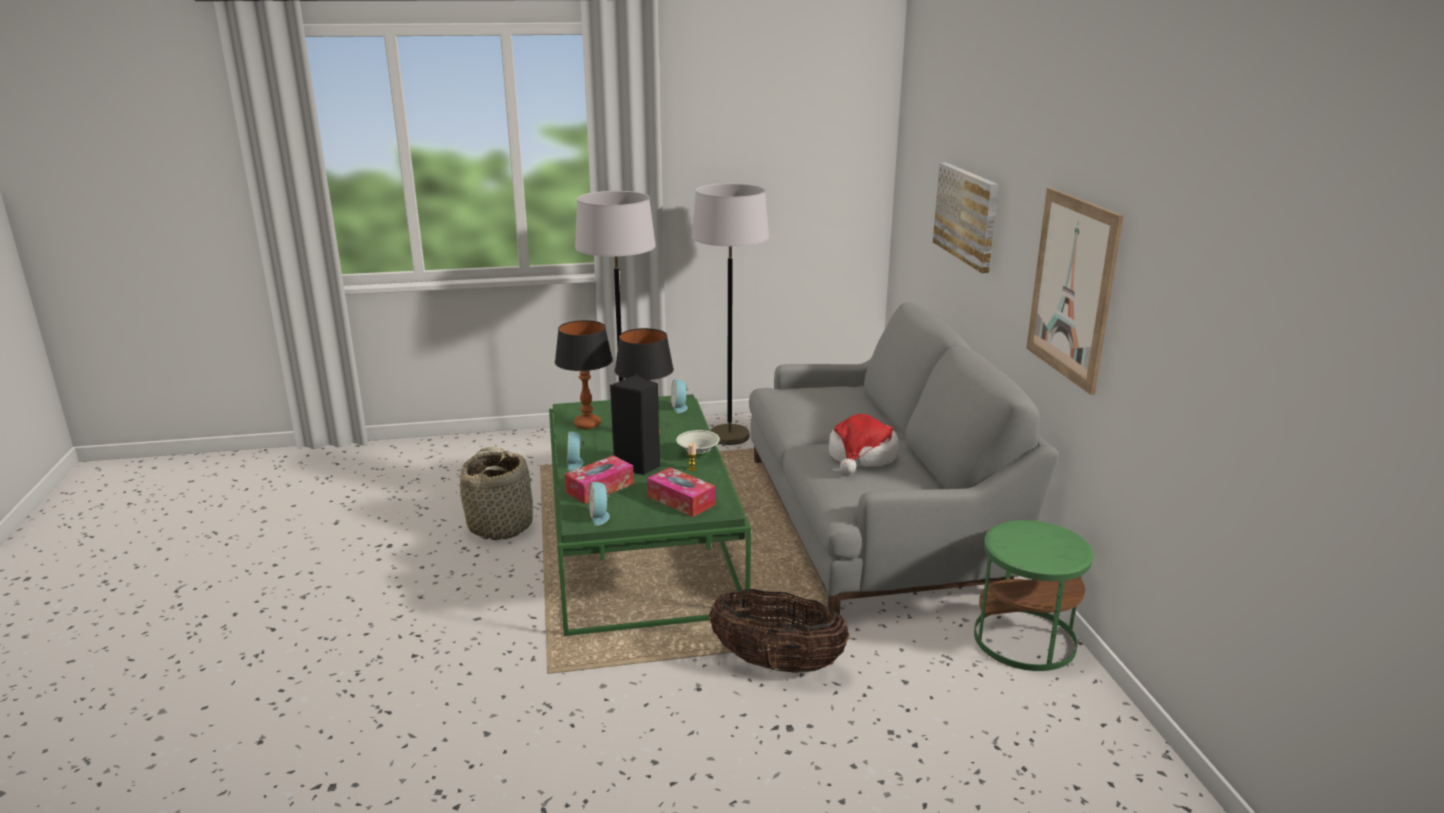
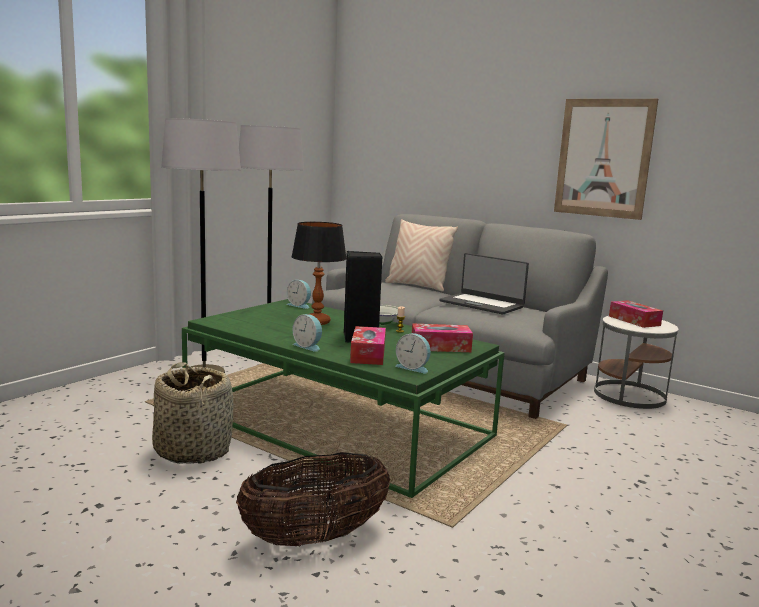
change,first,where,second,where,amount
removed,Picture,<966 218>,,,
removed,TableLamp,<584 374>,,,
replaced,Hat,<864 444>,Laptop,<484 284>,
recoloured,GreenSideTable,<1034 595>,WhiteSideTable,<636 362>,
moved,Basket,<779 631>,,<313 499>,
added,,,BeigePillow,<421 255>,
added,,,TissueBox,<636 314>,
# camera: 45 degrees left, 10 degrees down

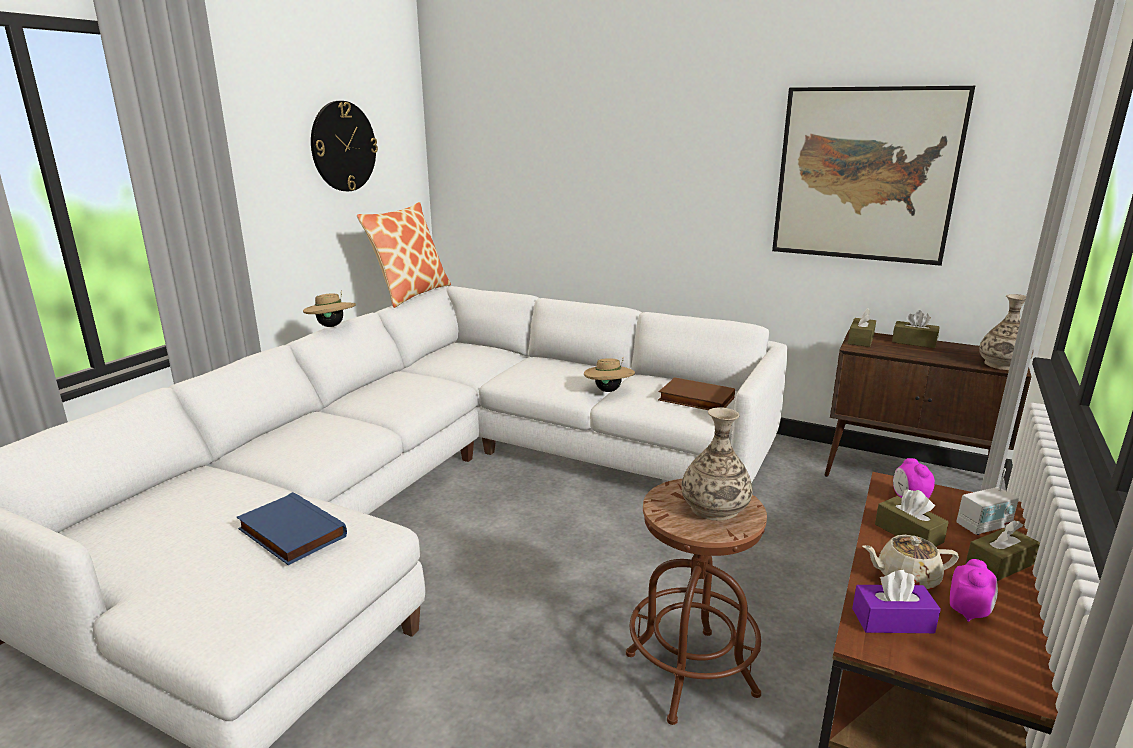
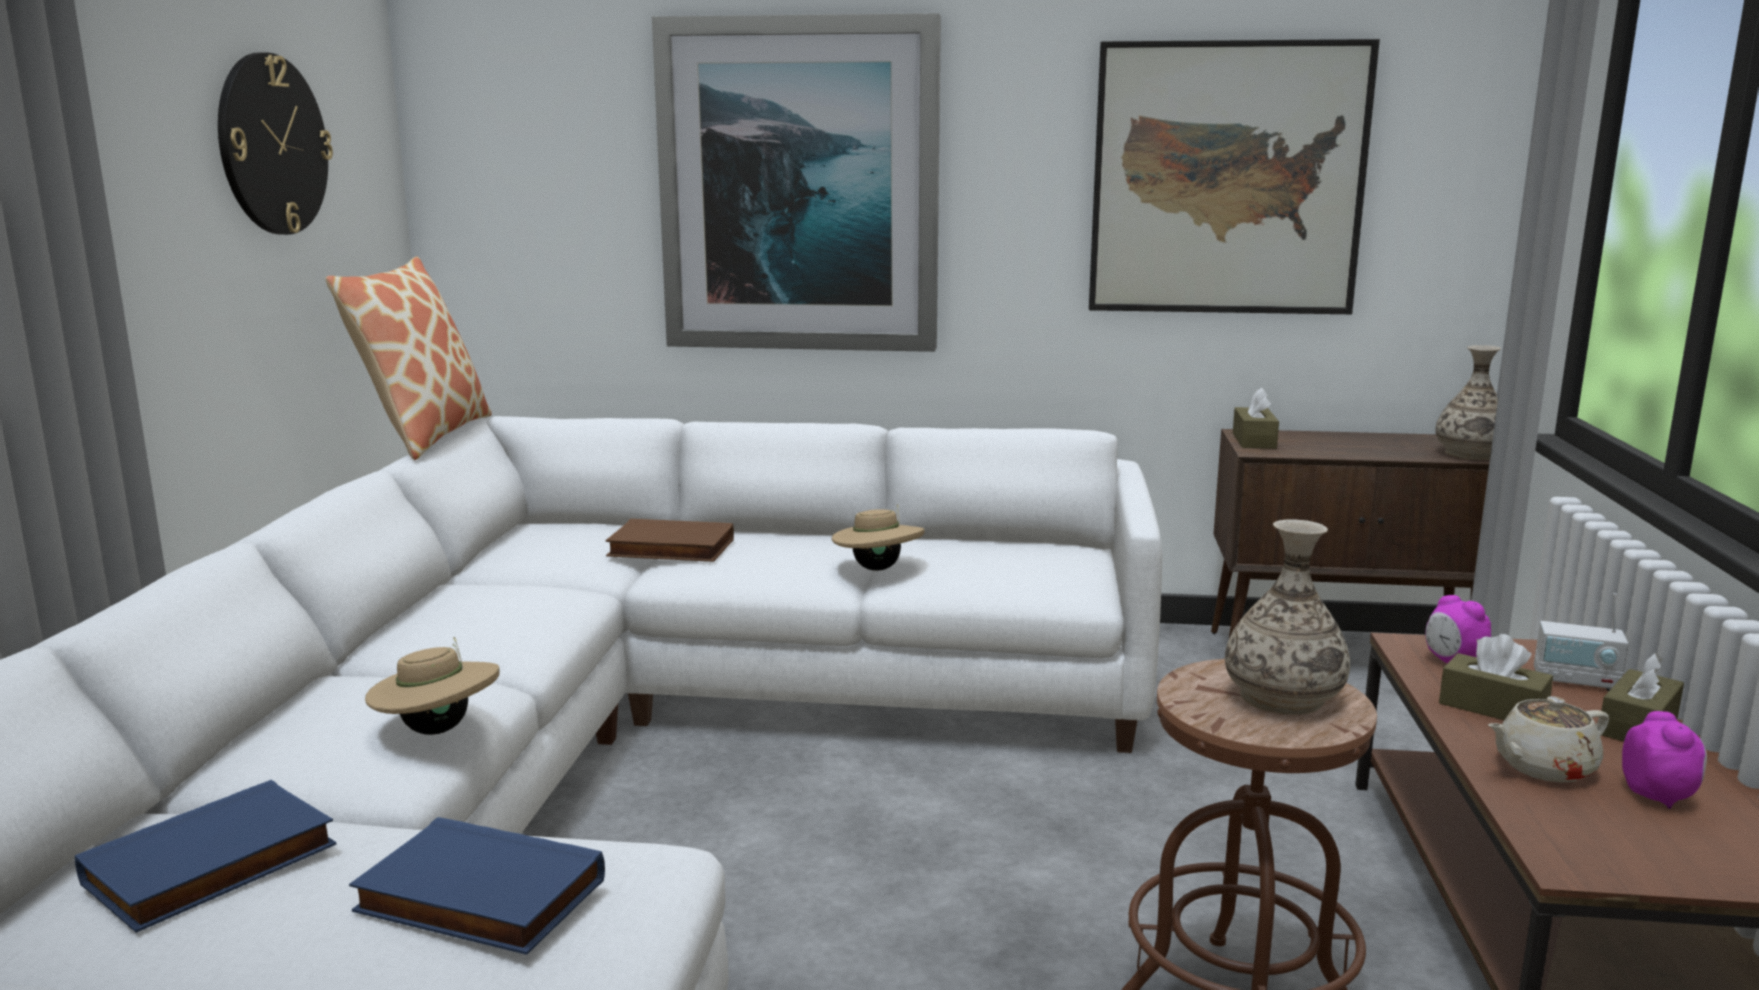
change,first,where,second,where,amount
moved,BeigeHat,<329 309>,,<432 686>,
removed,BrownTissueBox,<915 329>,,,
moved,BrownBook,<696 393>,,<669 540>,
turned,Radio,<987 501>,,<1581 642>,60 degrees clockwise
removed,PurpleTissueBox,<896 601>,,,
added,,,Picture,<796 182>,
added,,,BlueBook,<205 856>,
# camera: 20 degrees left, 5 degrees down

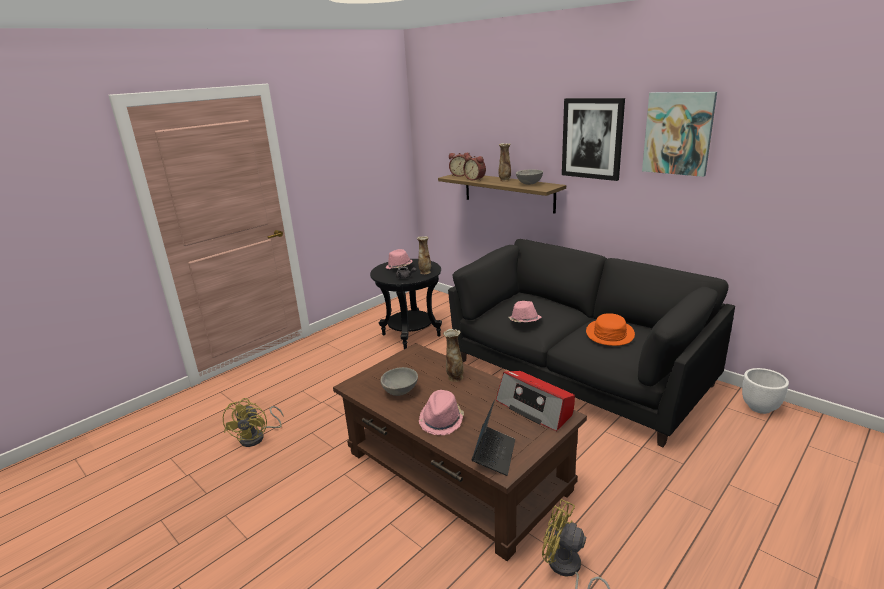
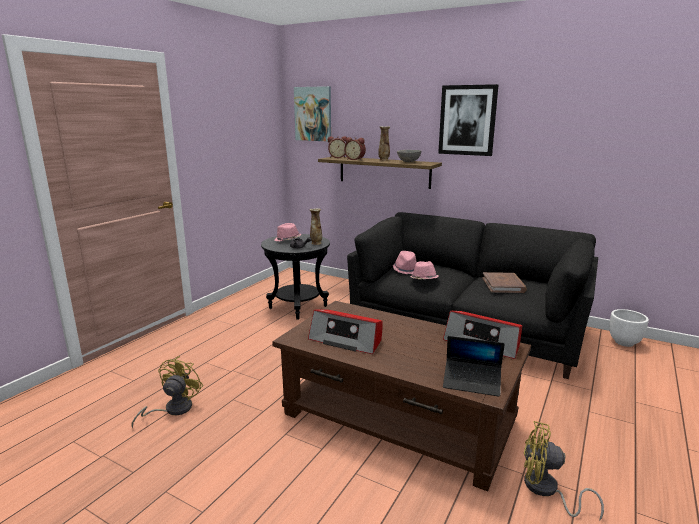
change,first,where,second,where,amount
moved,Picture,<679 134>,,<312 114>,
replaced,OrangeHat,<610 329>,BrownBook,<504 282>,
removed,Vase,<453 355>,,,
replaced,GreyBowl,<399 381>,Radio,<345 331>,
moved,PinkHat,<441 412>,,<405 262>,
turned,YellowFan,<253 422>,,<167 392>,150 degrees counterclockwise
turned,Laptop,<493 438>,,<474 366>,105 degrees clockwise
# camera: 15 degrees left, 5 degrees down

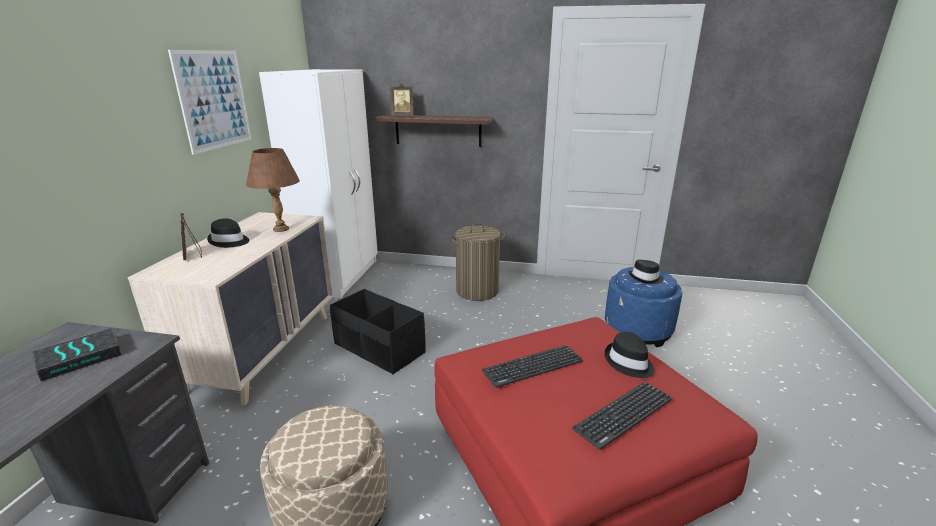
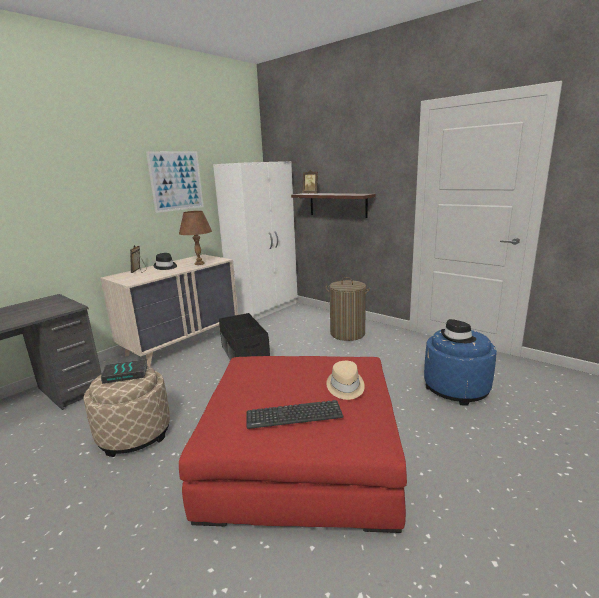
change,first,where,second,where,amount
moved,Book,<77 355>,,<124 371>,
recoloured,BlackHat,<629 355>,BeigeHat,<345 380>,
removed,Keyboard,<532 366>,,,
# camera: 30 degrees right, 5 degrees down

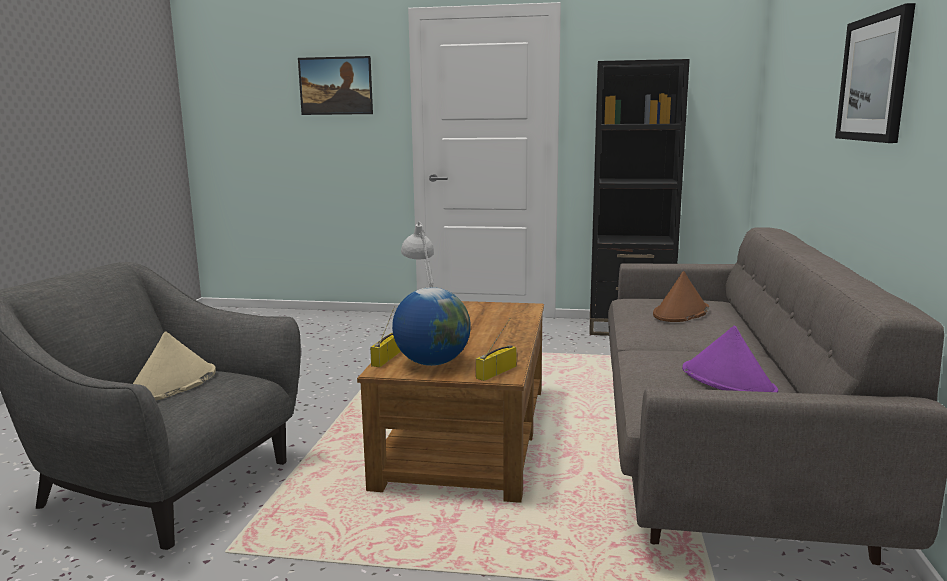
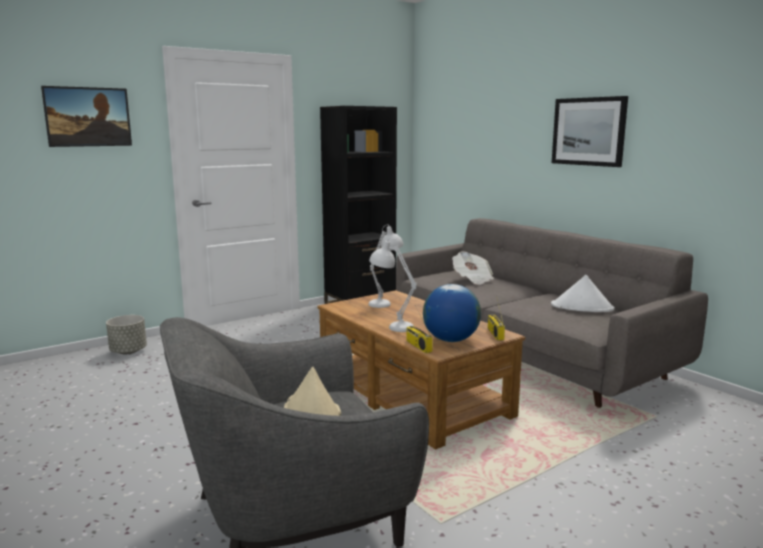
change,first,where,second,where,amount
replaced,BrownHat,<681 296>,Newspaper,<473 268>,
recoloured,PurpleHat,<730 359>,WhiteHat,<583 293>,
added,,,WhiteTableLamp,<386 266>,
added,,,GreyPlanter,<126 334>,
# camera: 45 degrees left, 0 degrees up

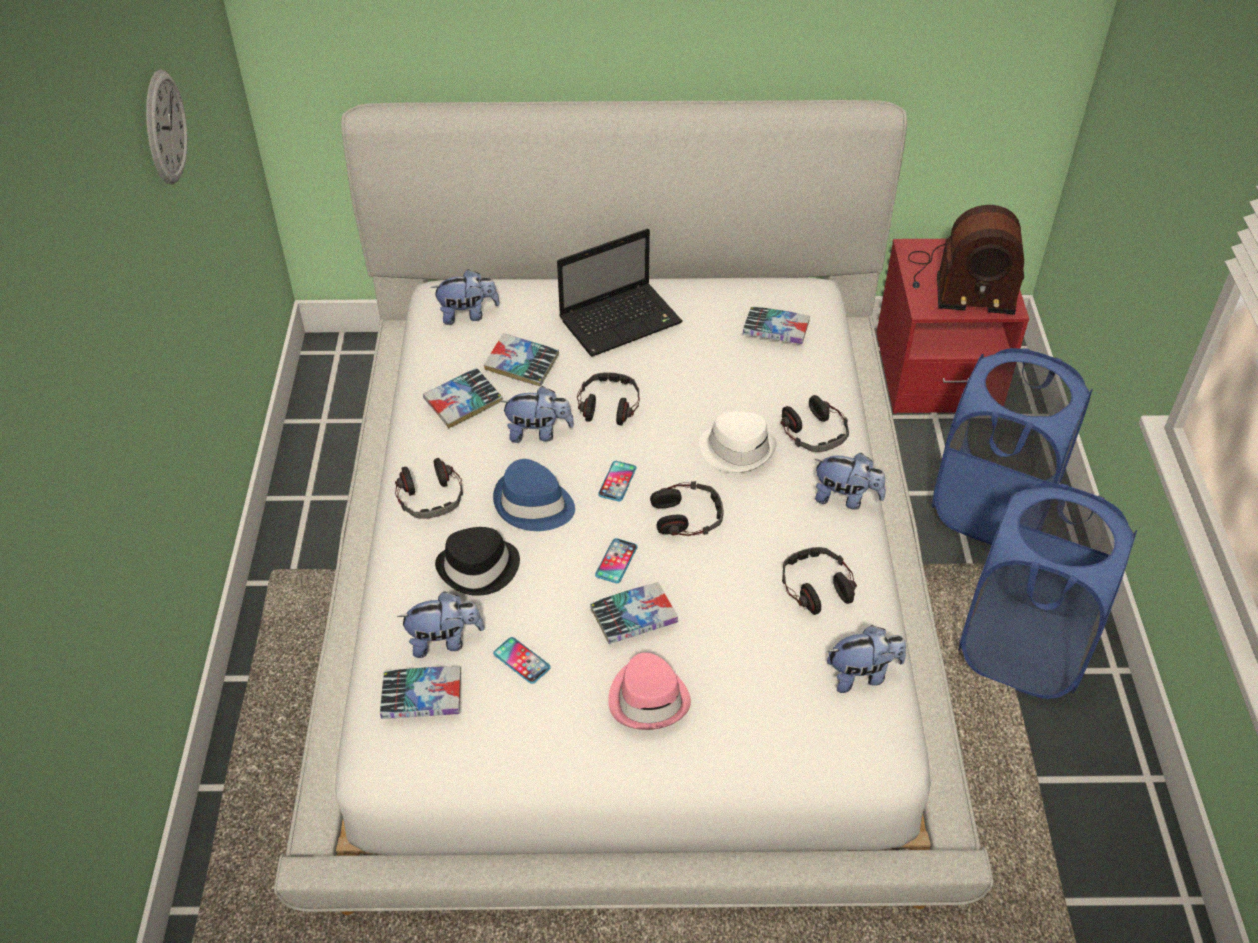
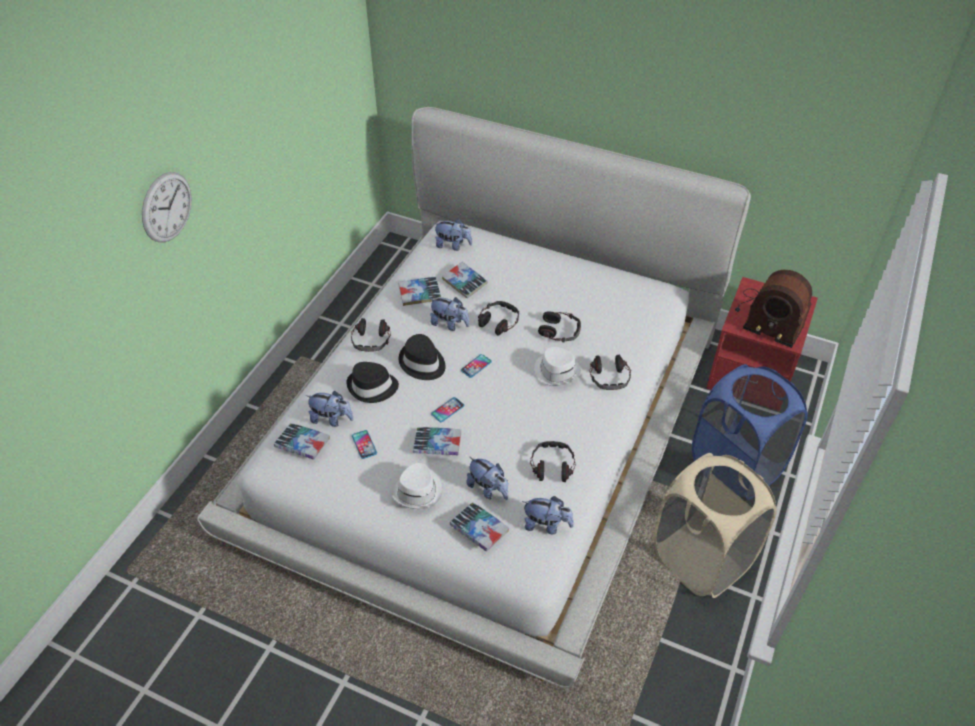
change,first,where,second,where,amount
moved,WallClock,<166 127>,,<167 207>,
removed,Laptop,<620 292>,,,
moved,Book,<776 325>,,<479 527>,
moved,PlushToy,<850 481>,,<487 478>,
recoloured,BlueHat,<534 495>,BlackHat,<422 357>,
moved,Headphones,<687 508>,,<559 327>,
recoloured,BlueLaundryBasket,<1047 591>,BeigeLaundryBasket,<715 525>,
recoloured,PinkHat,<649 691>,WhiteHat,<417 486>,
# camera: 25 degrees right, 0 degrees up

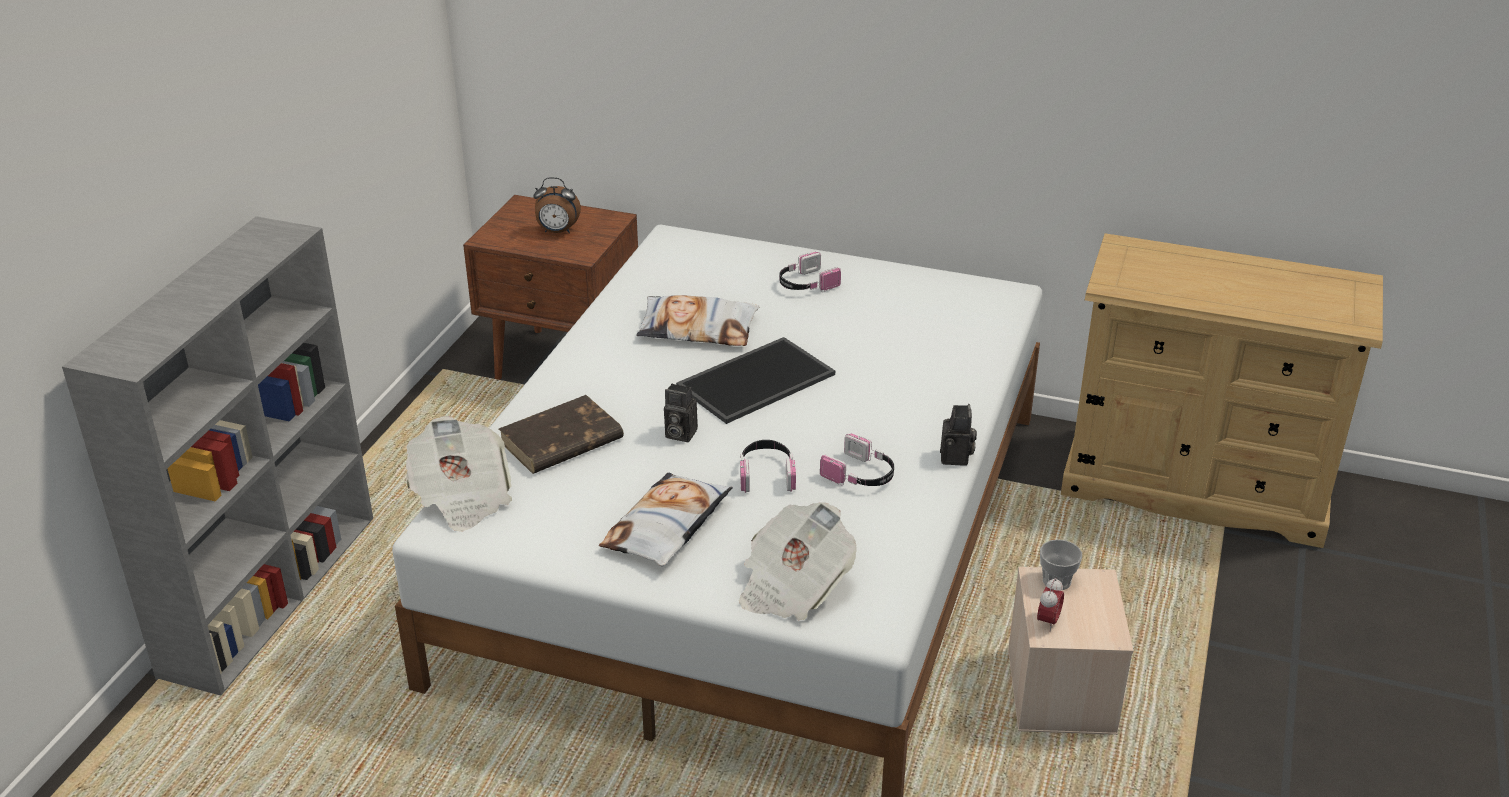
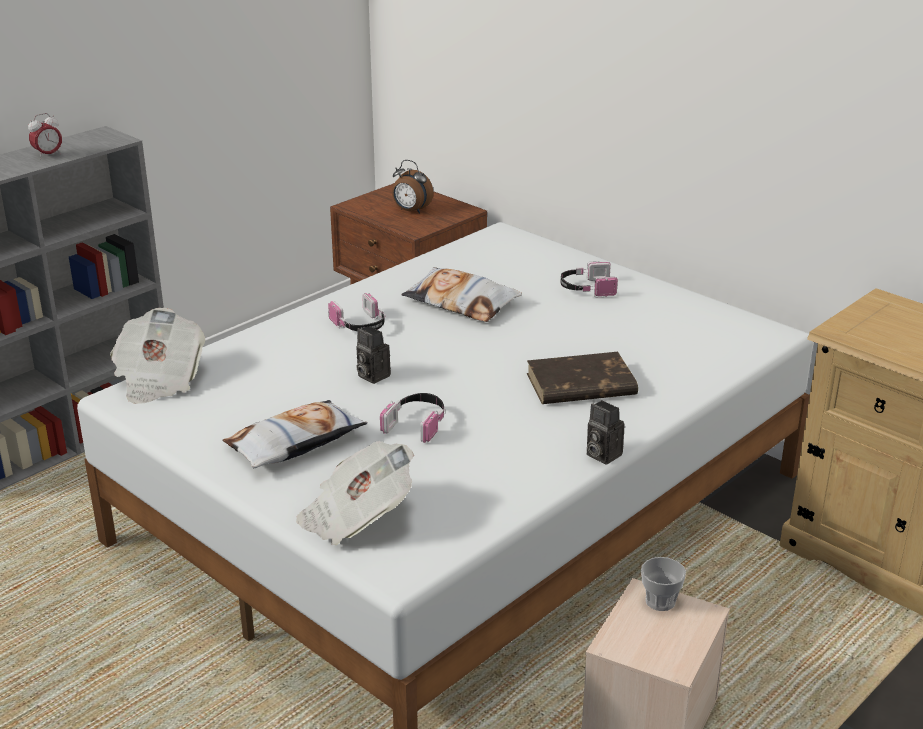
change,first,where,second,where,amount
removed,Tray,<755 380>,,,
moved,BrownBook,<561 434>,,<582 378>,
turned,PhotoCamera,<958 435>,,<605 432>,105 degrees clockwise
moved,Headphones,<857 459>,,<357 312>,
moved,AlarmClock,<1050 604>,,<45 136>,
# camera: 25 degrees right, 5 degrees down

